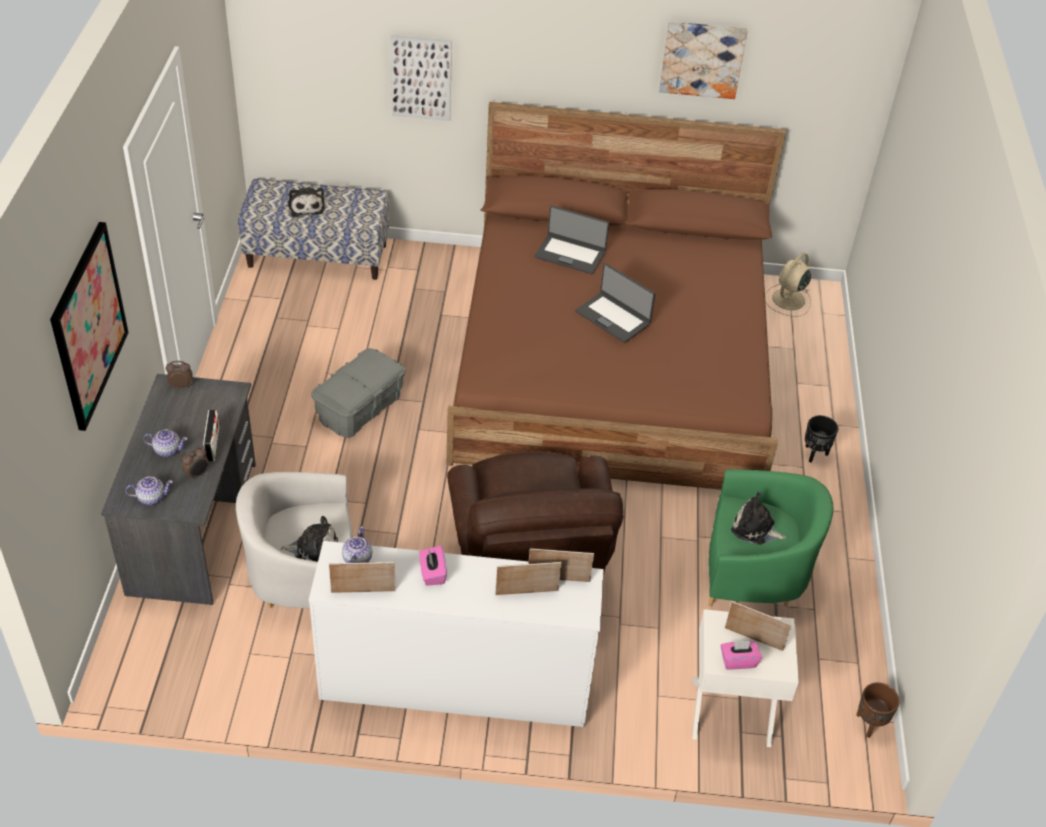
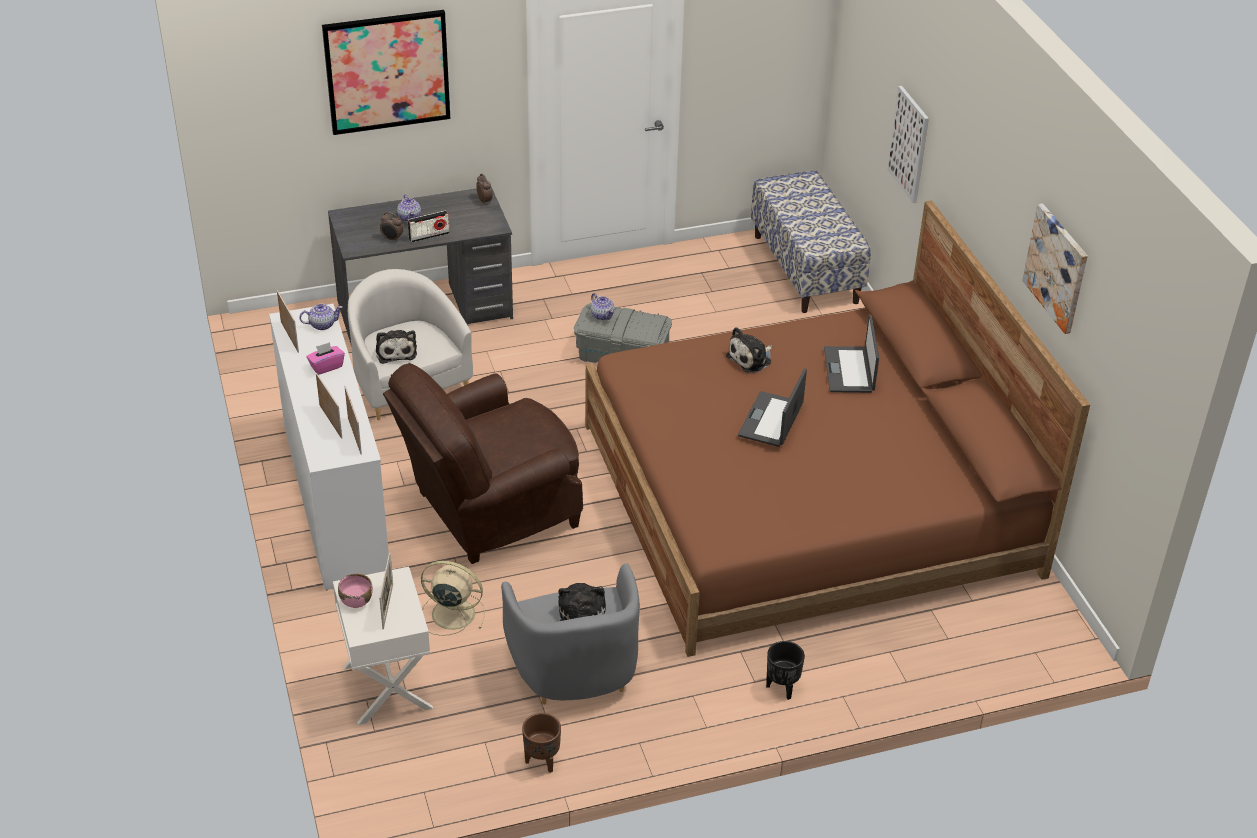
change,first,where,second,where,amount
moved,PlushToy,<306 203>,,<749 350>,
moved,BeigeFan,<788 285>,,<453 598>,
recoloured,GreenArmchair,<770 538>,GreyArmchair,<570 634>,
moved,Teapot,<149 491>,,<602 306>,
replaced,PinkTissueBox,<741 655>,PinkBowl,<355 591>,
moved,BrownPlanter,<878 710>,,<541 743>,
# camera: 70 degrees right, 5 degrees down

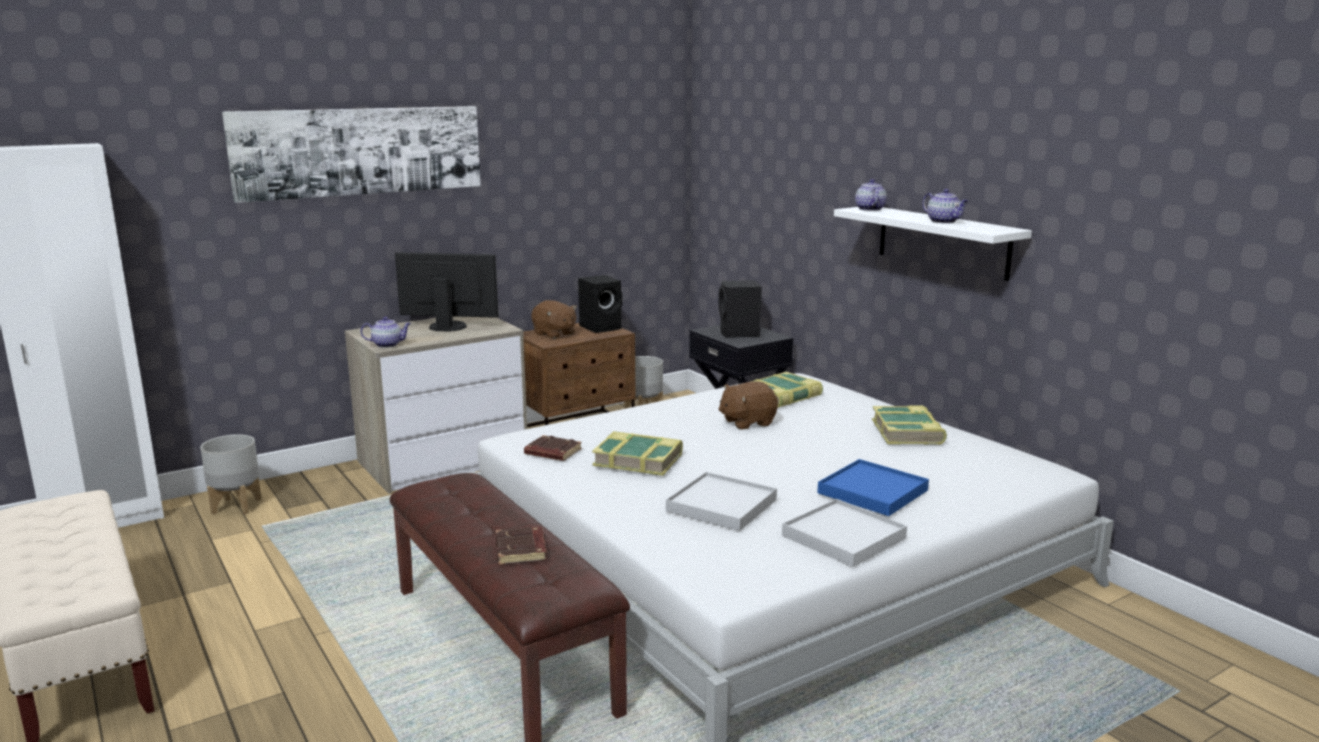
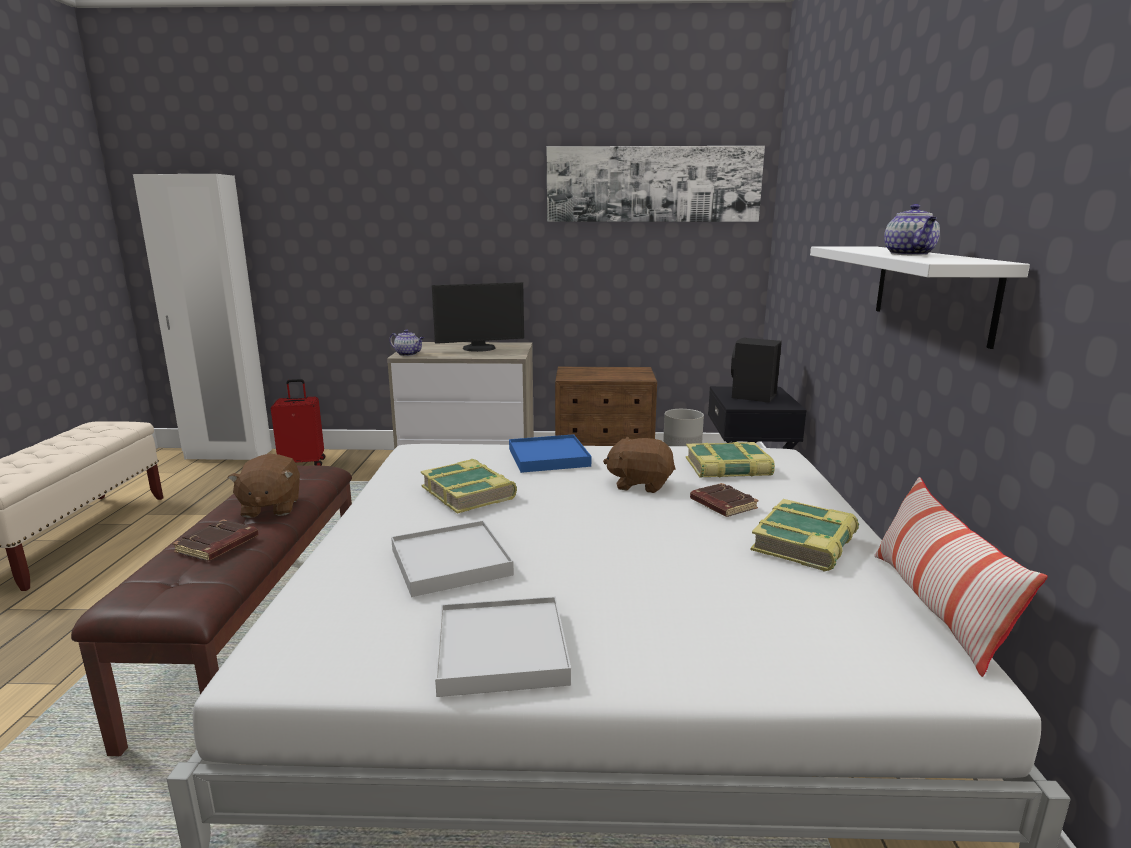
change,first,where,second,where,amount
moved,Picture,<351 154>,,<656 184>,
removed,Teapot,<871 195>,,,
turned,Monitor,<447 292>,,<478 317>,120 degrees clockwise
removed,BlackSpeaker,<600 304>,,,
moved,BrownPlushToy,<554 319>,,<264 486>,
replaced,GreyPlanter,<231 474>,RedSuitcase,<298 422>,
moved,BrownBook,<553 448>,,<724 500>,
moved,BlueTray,<873 487>,,<550 453>,
added,,,Pillow,<961 577>,
# camera: 35 degrees right, 0 degrees up

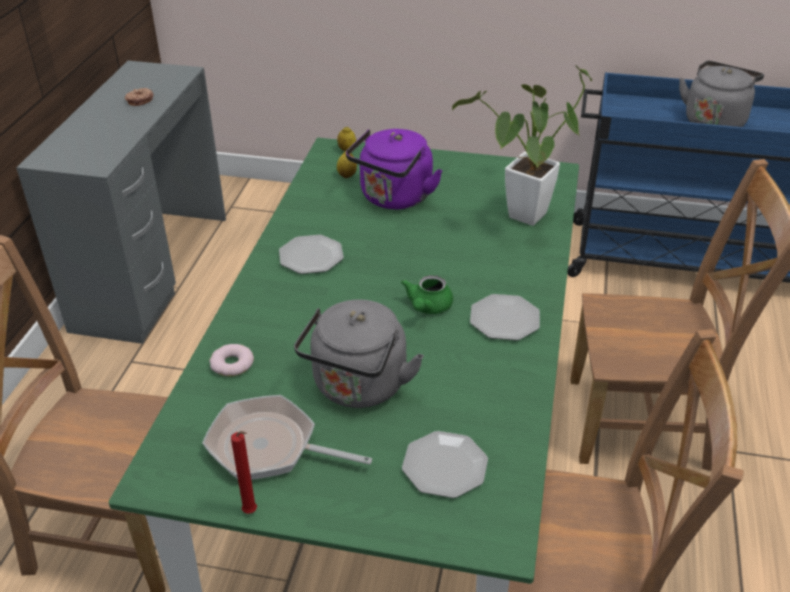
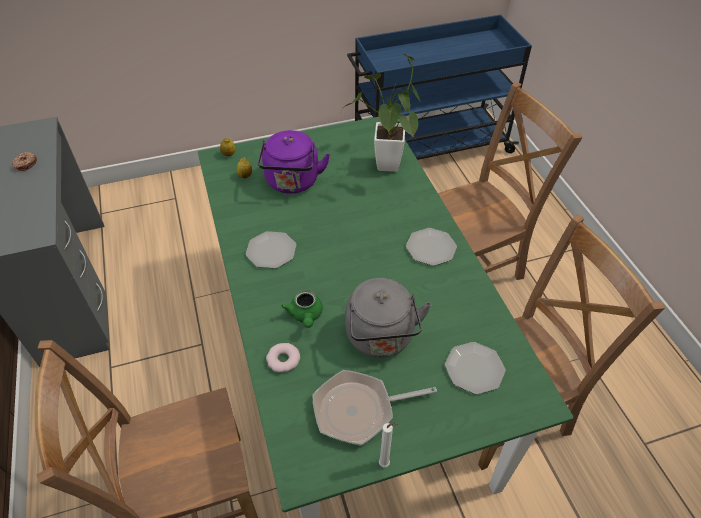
change,first,where,second,where,amount
removed,GreyKettle,<721 94>,,,
moved,GreenTeapot,<427 294>,,<302 309>,
recoloured,RedCandle,<244 472>,WhiteCandle,<389 445>,
# camera: 30 degrees left, 10 degrees up

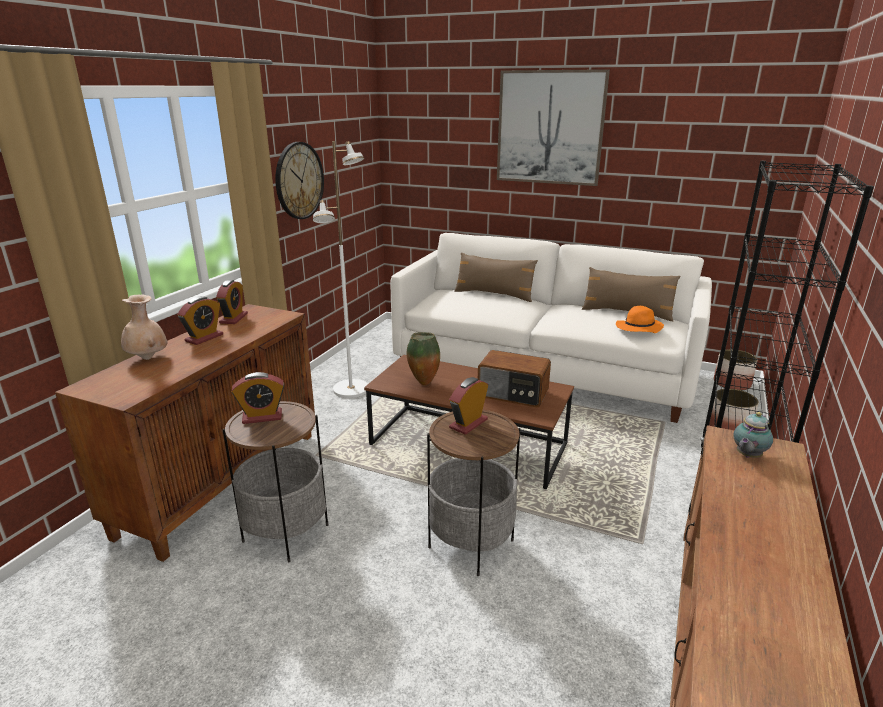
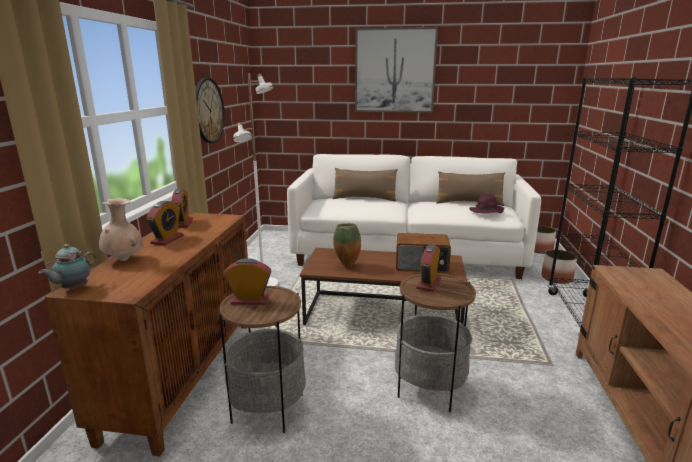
change,first,where,second,where,amount
recoloured,OrangeHat,<640 319>,PurpleHat,<486 203>,
turned,AlarmClock,<258 398>,,<248 281>,150 degrees counterclockwise
moved,Teapot,<753 435>,,<67 267>,
# camera: 15 degrees left, 5 degrees down

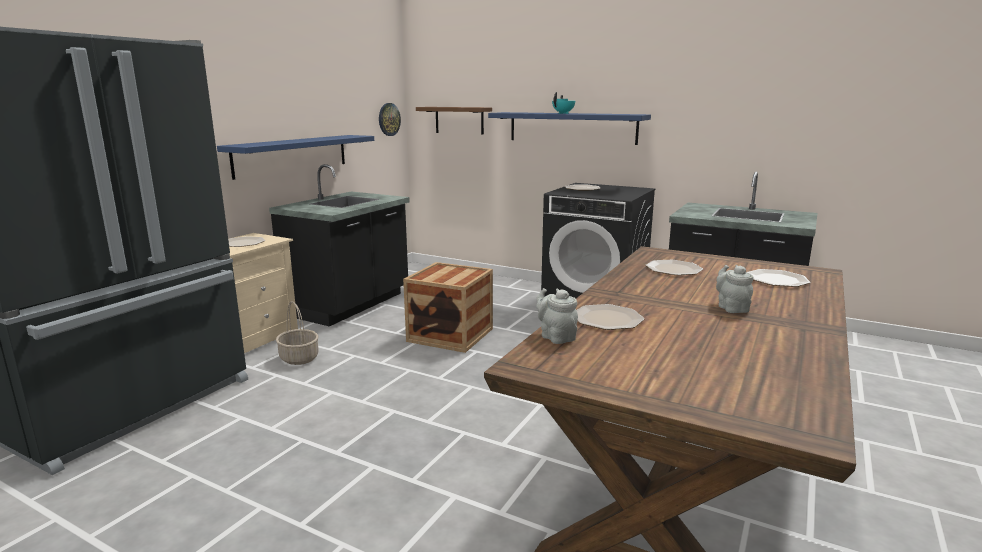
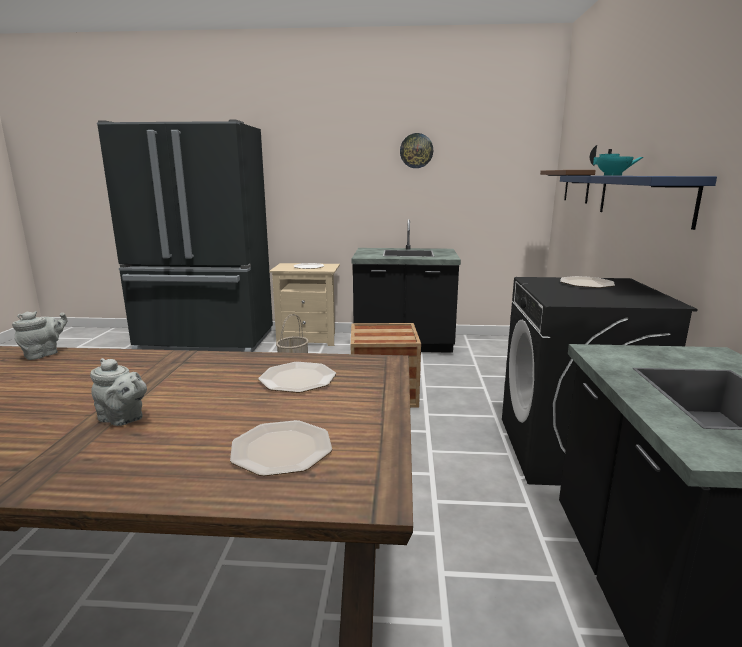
change,first,where,second,where,amount
moved,WallClock,<390 119>,,<416 150>,
removed,BlueShelf,<295 157>,,,
turned,GreyTeapot,<735 289>,,<118 392>,60 degrees clockwise
removed,Plate,<610 317>,,,
# camera: 65 degrees right, 0 degrees up

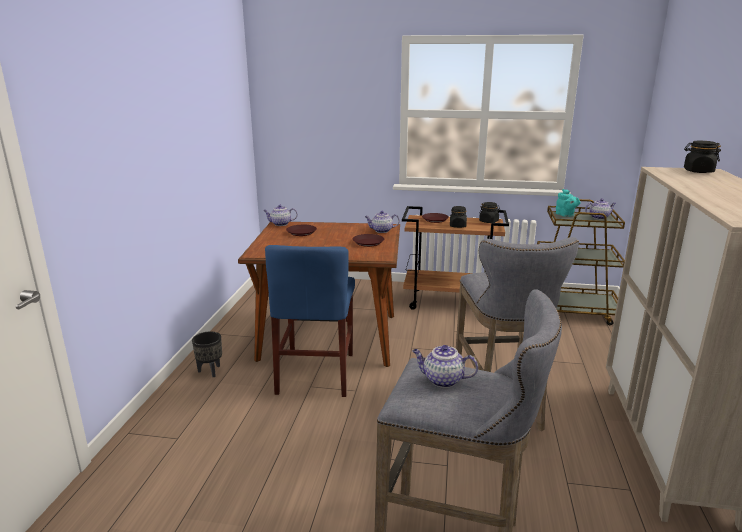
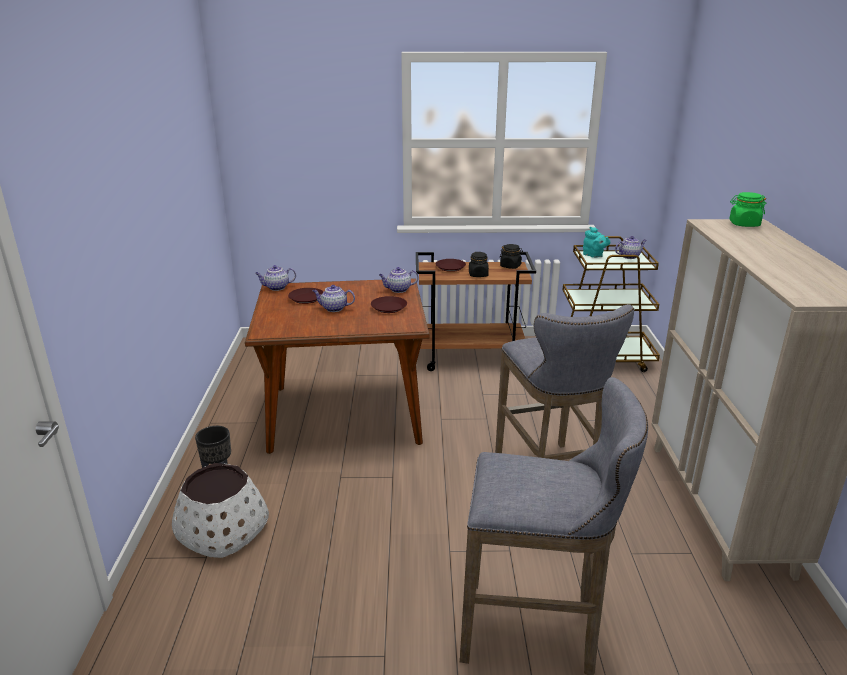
change,first,where,second,where,amount
recoloured,BlackJar,<702 157>,GreenJar,<747 209>,
removed,BlueChair,<310 321>,,,
moved,Teapot,<445 366>,,<333 298>,
added,,,WhitePlanter,<220 510>,
# camera: 10 degrees left, 5 degrees up

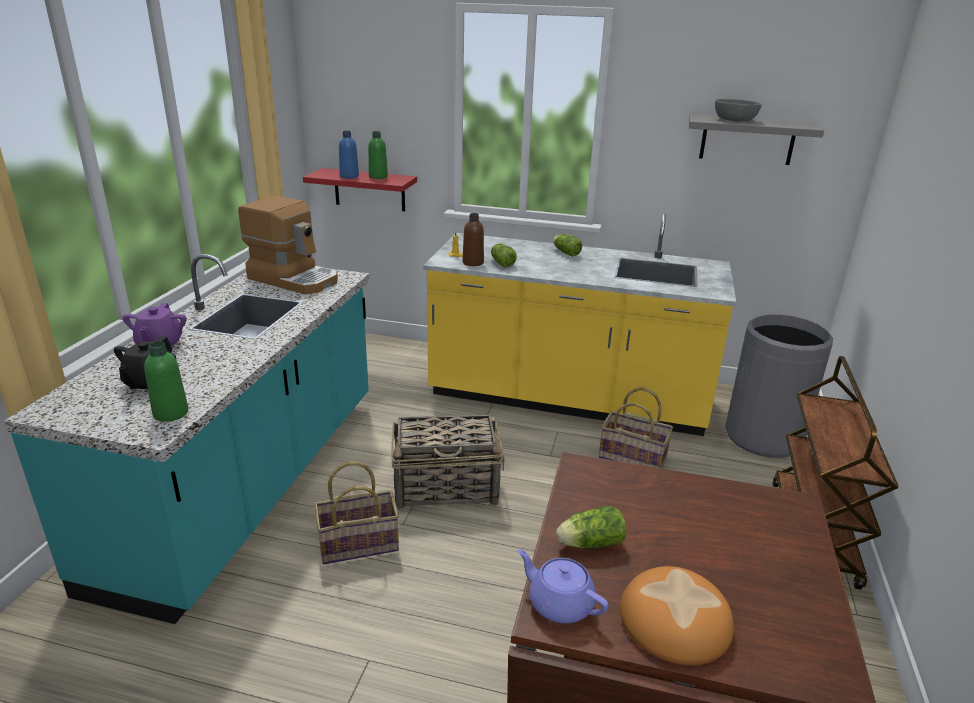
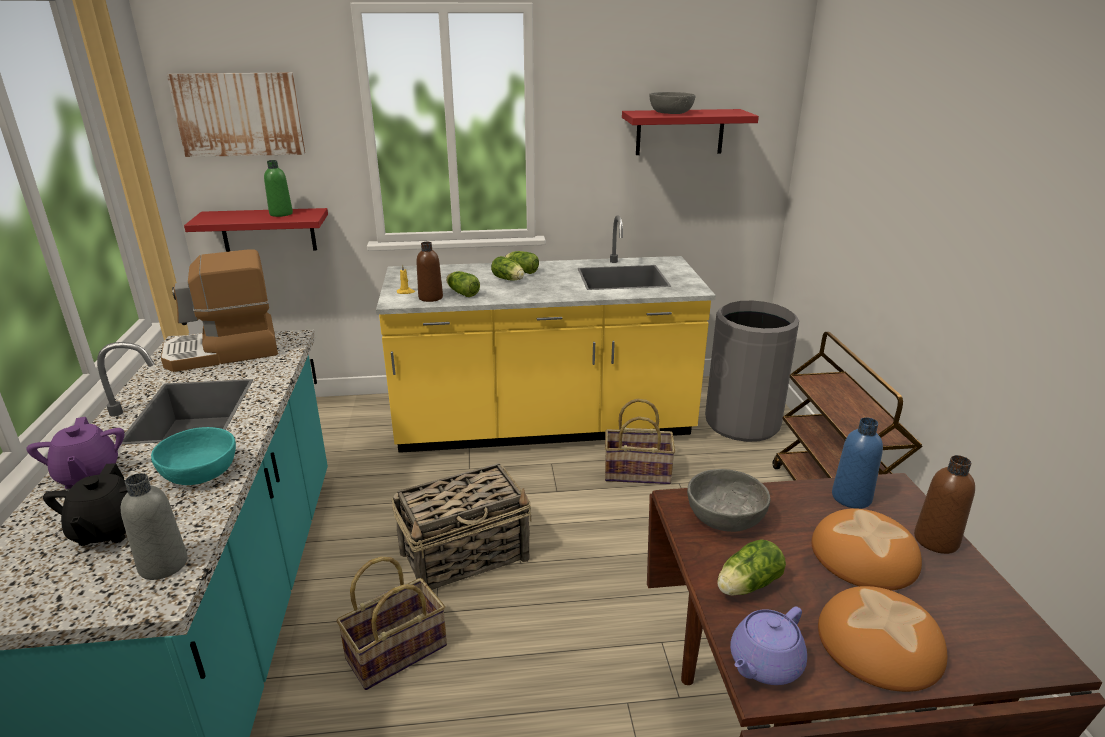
change,first,where,second,where,amount
recoloured,GreyShelf,<756 139>,RedShelf,<690 132>,
moved,BlueBottle,<349 154>,,<857 463>,
turned,CoffeeMachine,<288 245>,,<219 310>,150 degrees clockwise
recoloured,GreenBottle,<166 381>,GreyBottle,<154 526>,
turned,PurpleTeapot,<563 586>,,<768 646>,60 degrees counterclockwise
added,,,Picture,<236 114>,
added,,,Lettuce,<507 268>,
added,,,TurquoiseBowl,<193 456>,
added,,,BrownBottle,<944 504>,
added,,,GreyBowl,<728 500>,
added,,,Bread,<867 549>,
# camera: 20 degrees left, 0 degrees up

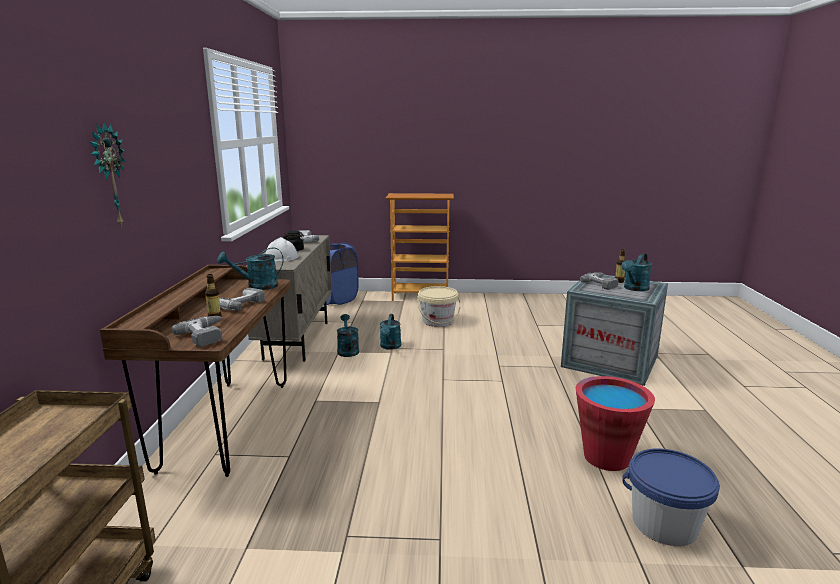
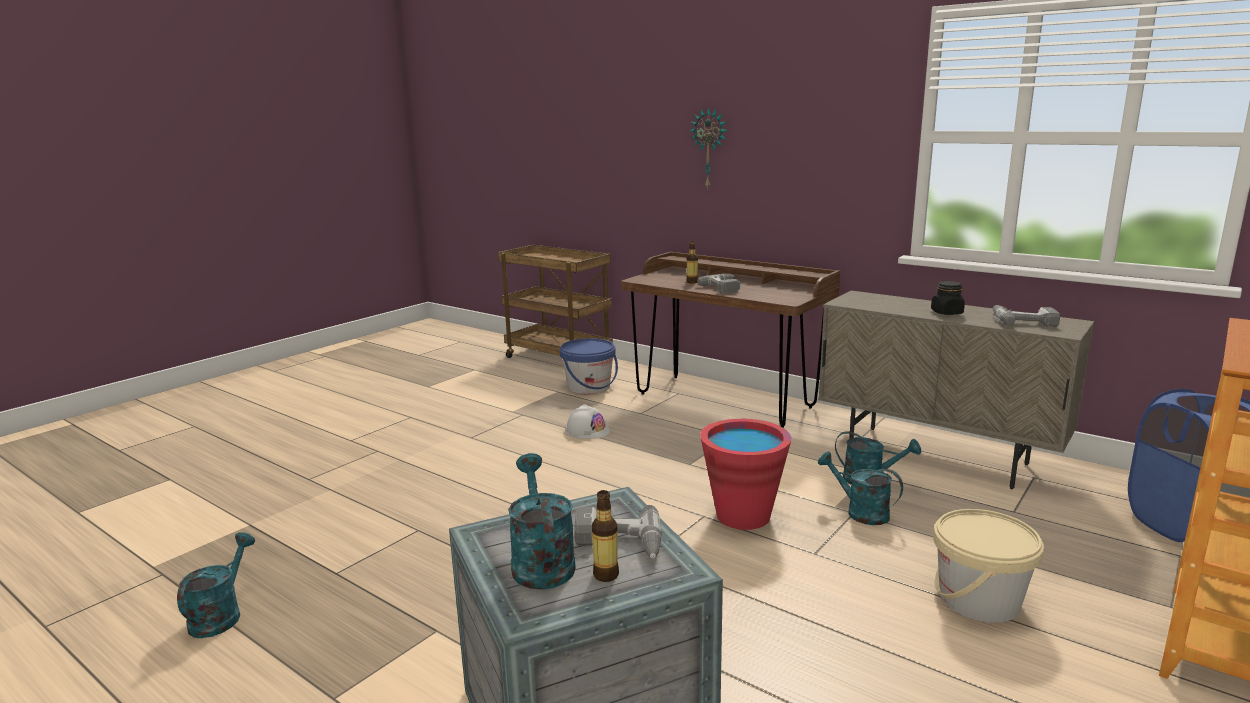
change,first,where,second,where,amount
moved,WhiteHardHat,<282 249>,,<587 421>,
moved,TurquoiseWateringCan,<250 269>,,<216 585>,
removed,PowerDrill,<197 331>,,,
moved,RedBucket,<615 423>,,<745 474>,
moved,BlueBucket,<671 497>,,<589 366>,
# camera: 125 degrees right, 0 degrees up

